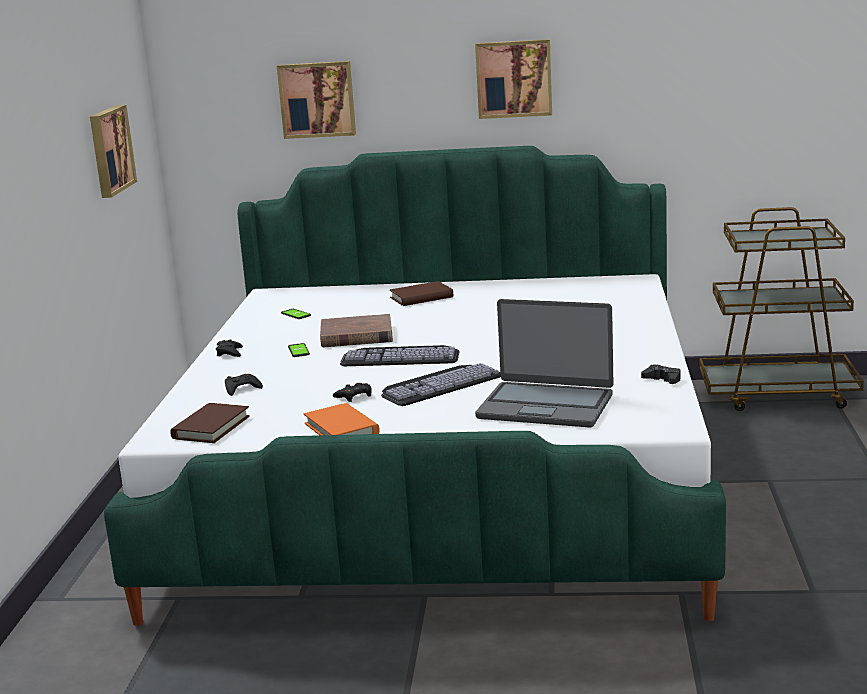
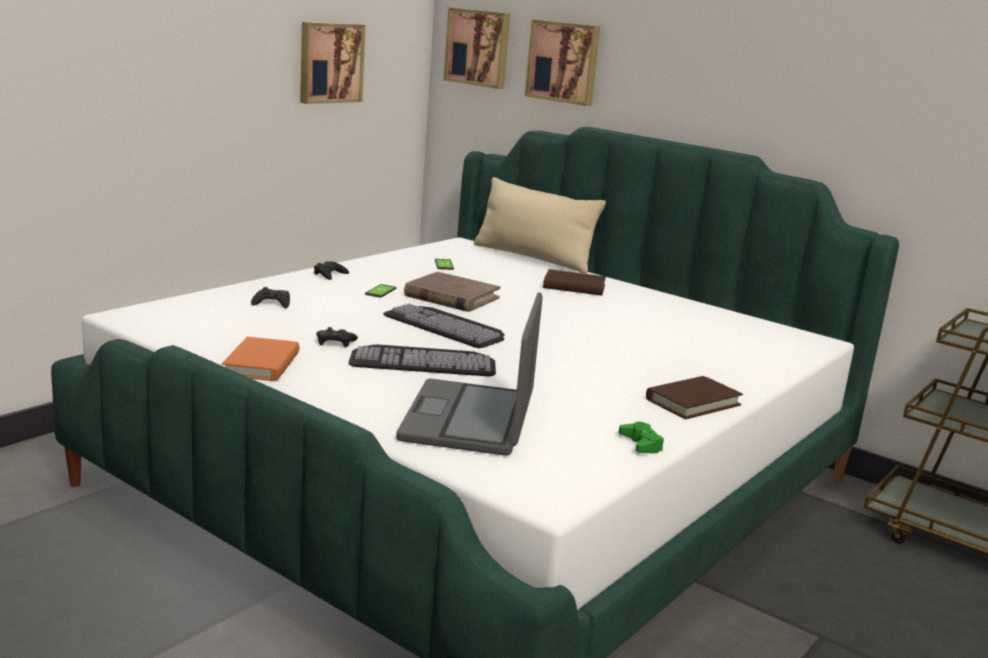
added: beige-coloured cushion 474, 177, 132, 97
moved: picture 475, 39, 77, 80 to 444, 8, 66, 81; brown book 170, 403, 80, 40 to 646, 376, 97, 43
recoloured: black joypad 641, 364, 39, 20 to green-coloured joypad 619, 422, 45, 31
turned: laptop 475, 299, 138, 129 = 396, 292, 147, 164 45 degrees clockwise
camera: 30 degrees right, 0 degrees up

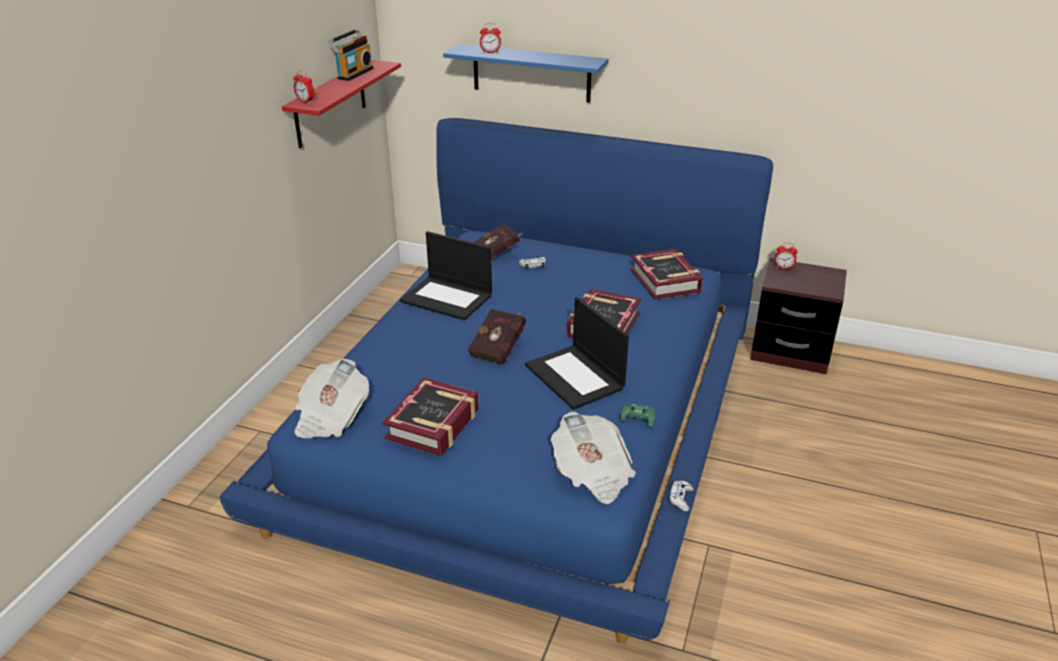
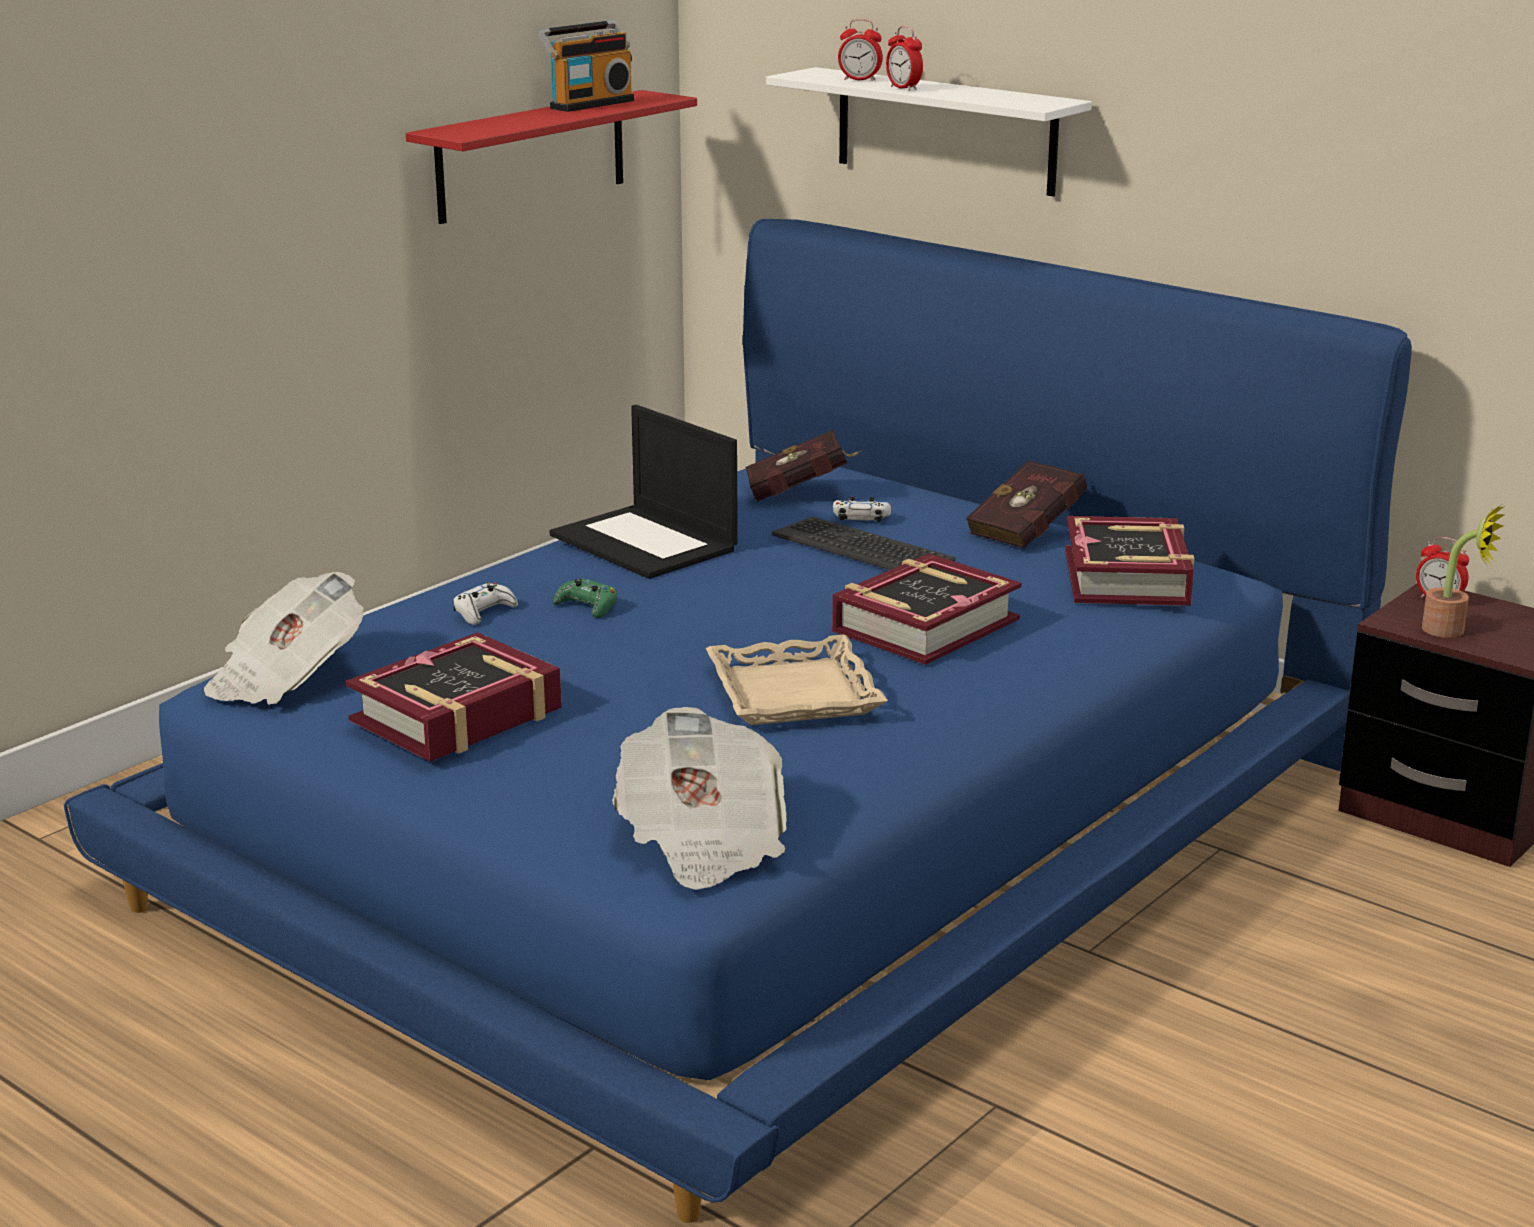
added: plant in a pot 1422, 505, 84, 133; PC keyboard 772, 517, 184, 53
moved: table clock 293, 70, 21, 34 to 886, 26, 37, 65; reddish book 468, 309, 58, 55 to 966, 460, 121, 88; green-coloured joypad 619, 403, 36, 24 to 553, 578, 65, 40; whitish joypad 669, 480, 25, 32 to 453, 582, 65, 43
replaced: laptop 525, 297, 104, 113 to beige-coloured serving tray 706, 634, 182, 91
recoloured: blue shelf 443, 44, 166, 58 to whitish shelf 766, 67, 326, 130
camera: 20 degrees right, 10 degrees down

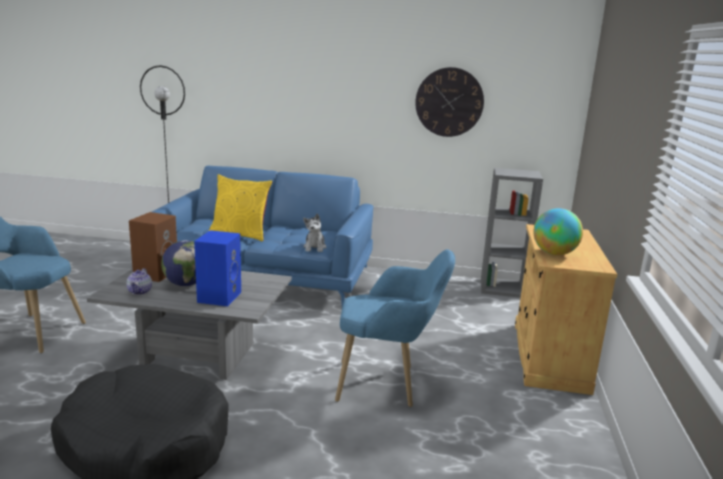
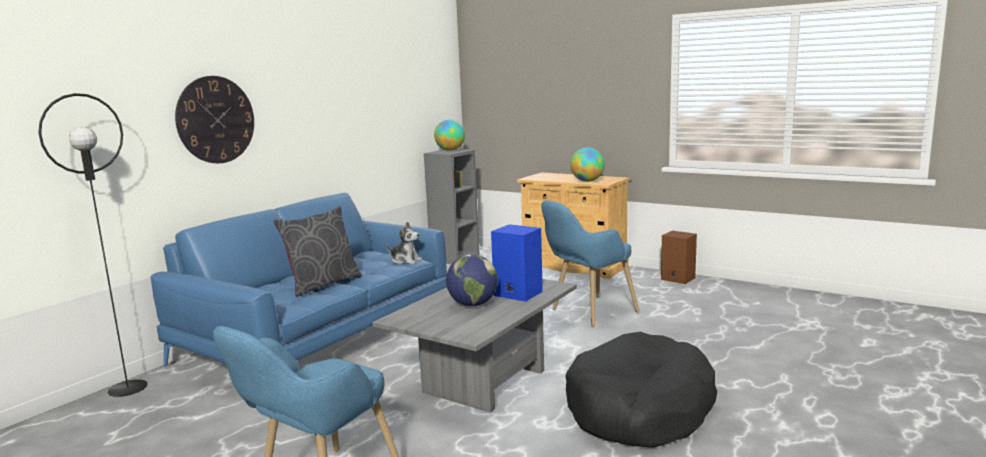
removed: pot for tea 126, 268, 26, 27
added: world globe 434, 120, 31, 31
moved: hanging clock 415, 67, 69, 70 to 175, 76, 79, 87; brown audio speaker 129, 212, 48, 70 to 661, 231, 36, 53
recoloured: yellowish cushion 209, 174, 64, 68 to gray cushion 273, 206, 89, 91
turned: blue easy chair 335, 249, 120, 158 = 541, 200, 98, 127 150 degrees counterclockwise
camera: 65 degrees left, 5 degrees down

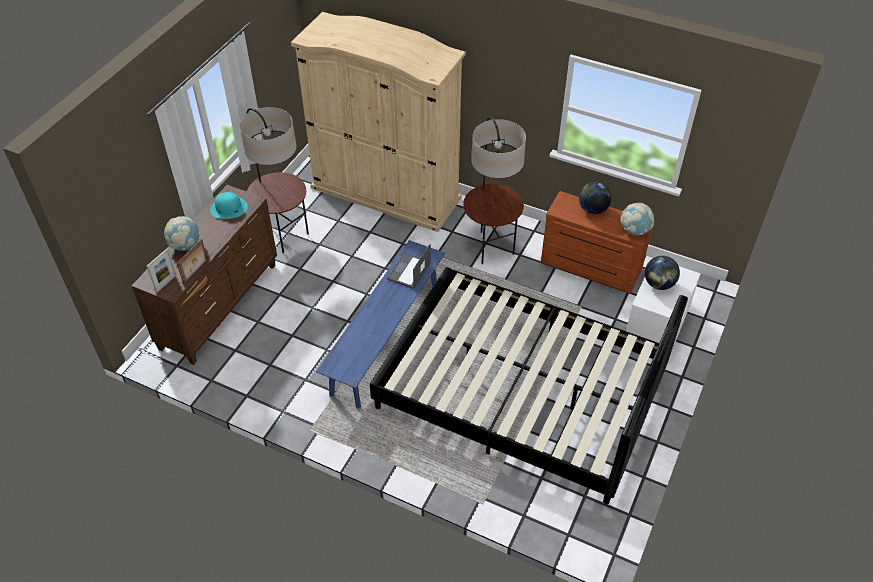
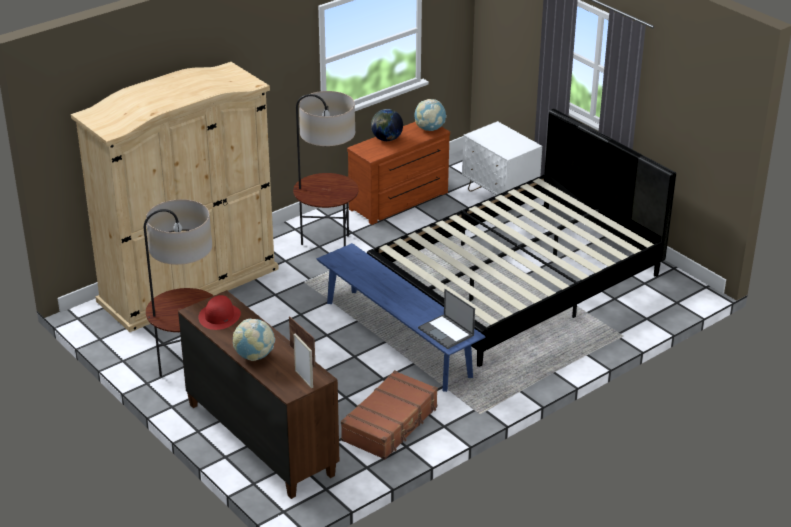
removed: world globe 645, 256, 35, 34
added: brown travel case 341, 370, 97, 90
moved: laptop 387, 244, 44, 45 to 418, 289, 57, 60
recoloured: blue-green hat 210, 192, 38, 27 to reddish hat 198, 295, 43, 35
camera: 65 degrees left, 15 degrees down

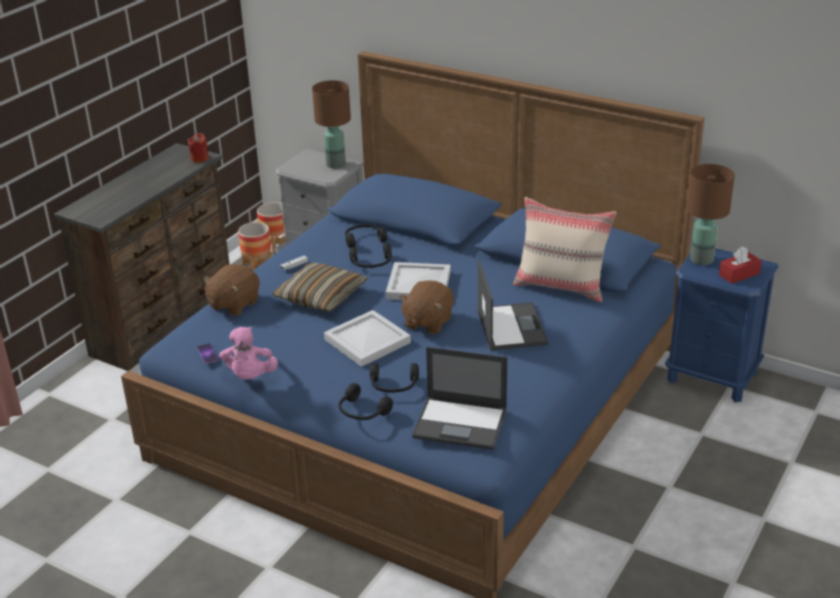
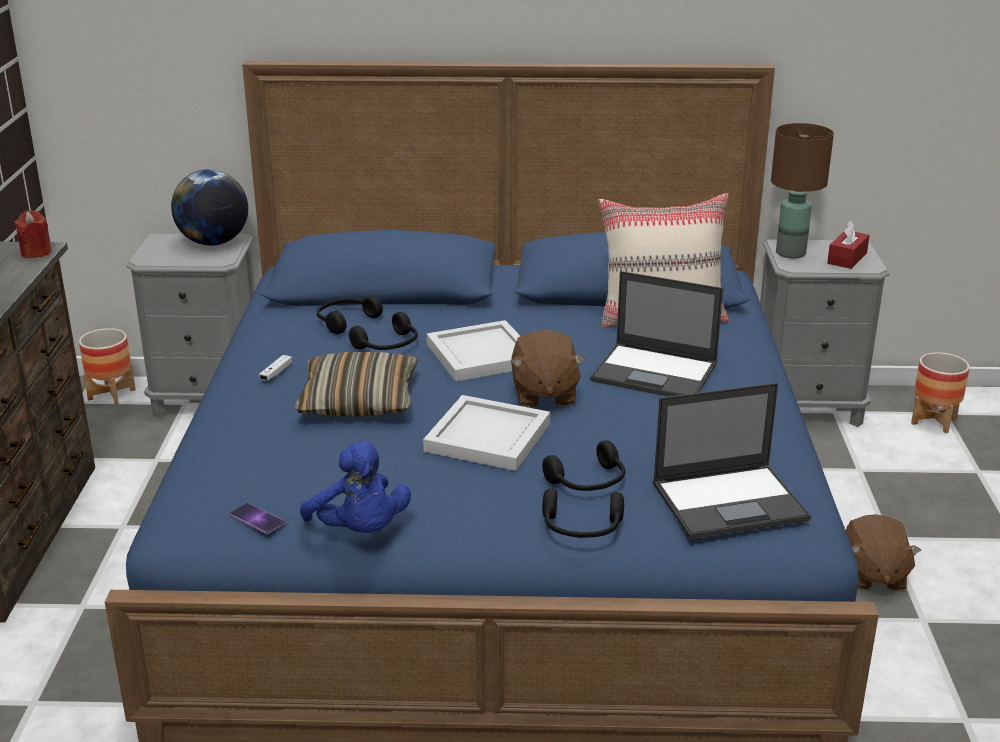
moved: planter 238, 222, 34, 49 to 911, 352, 59, 81; brown cuddly toy 203, 264, 57, 52 to 846, 514, 75, 77
replaced: brown tabletop lamp 312, 80, 39, 88 to world globe 171, 169, 77, 77
recoloured: blue bedside table 665, 248, 114, 155 to gray bedside table 760, 239, 130, 188; pink-coloured cuddly toy 219, 327, 59, 53 to blue cuddly toy 300, 441, 111, 92
turned: laptop 477, 260, 72, 90 = 590, 271, 133, 126 150 degrees clockwise
camera: 30 degrees left, 5 degrees down

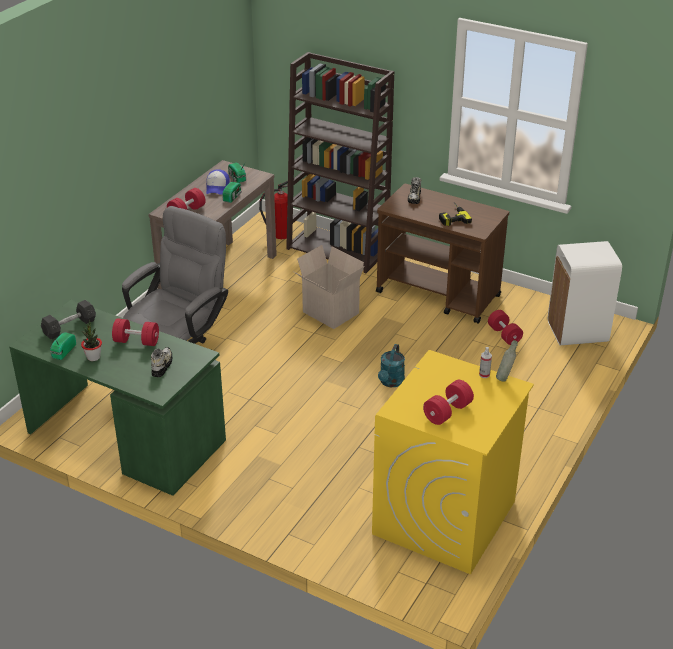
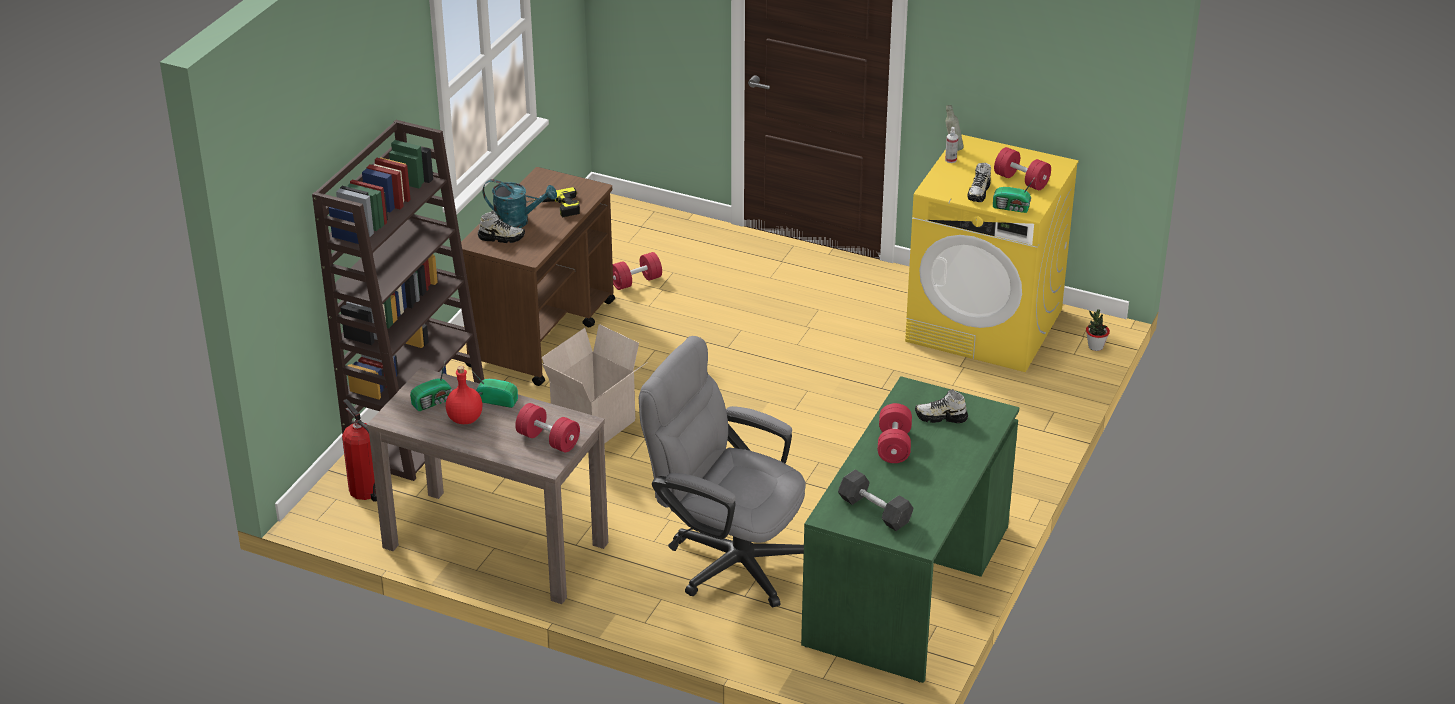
removed: whitish waste bin 548, 241, 74, 104
added: low shoe 967, 163, 24, 39
moved: plant in a pot 81, 320, 21, 41 to 1086, 309, 24, 42; radio set 50, 332, 26, 28 to 993, 177, 42, 36; blue-green watering can 378, 344, 27, 43 to 483, 179, 74, 49
replaced: peaked cap 206, 169, 24, 26 to reddish drink bottle 446, 366, 37, 58
camera: 95 degrees left, 0 degrees up

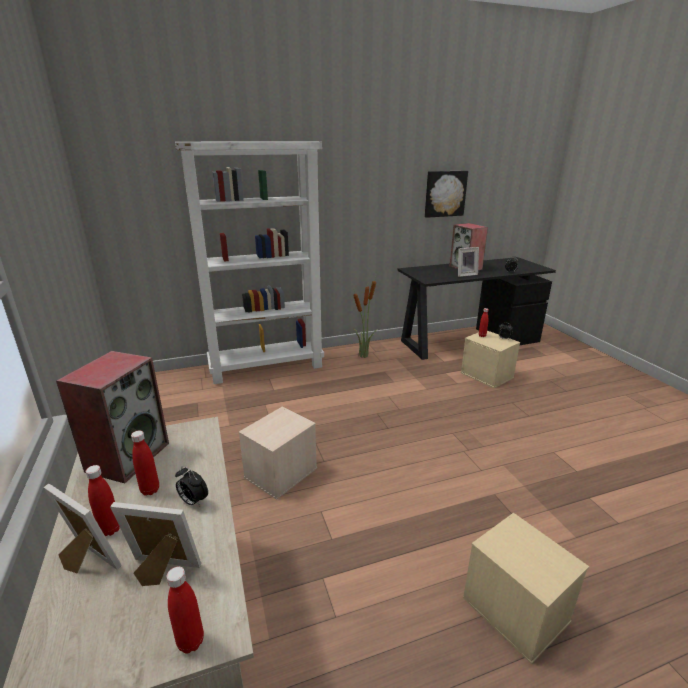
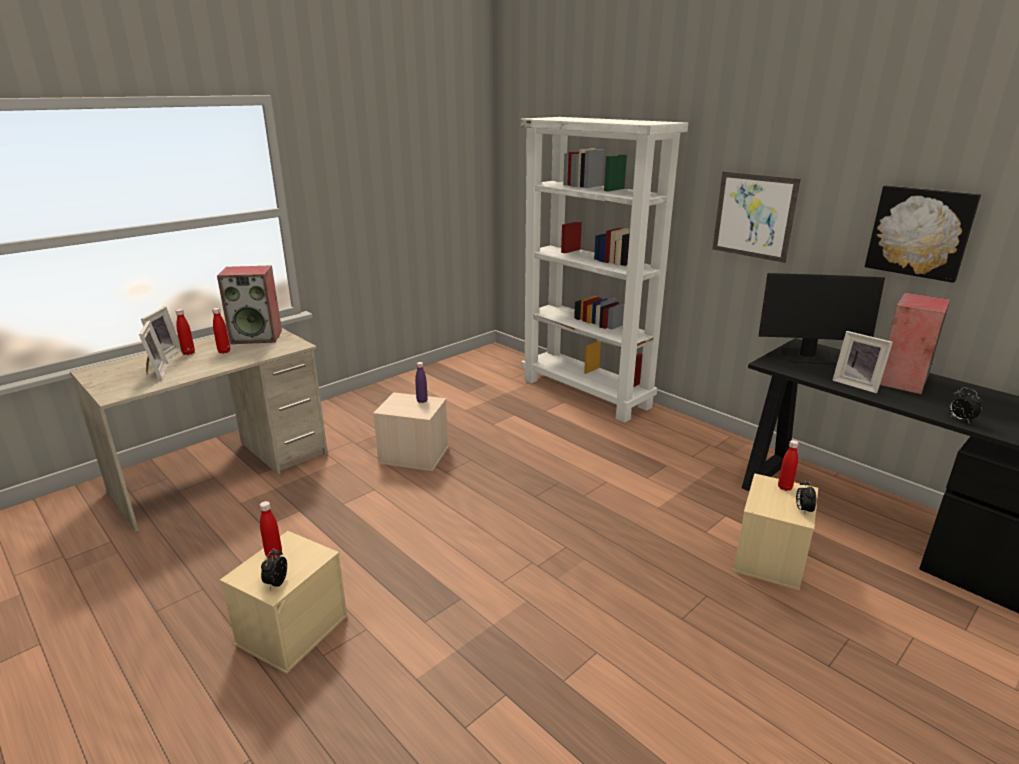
removed: plant in a pot 353, 281, 25, 77
added: picture 712, 171, 89, 92; computer display 759, 273, 126, 92; purplish drink bottle 415, 362, 13, 41
moved: table clock 175, 466, 33, 41 to 261, 548, 26, 42; reddish drink bottle 167, 567, 37, 87 to 259, 501, 23, 57
camera: 65 degrees right, 0 degrees up

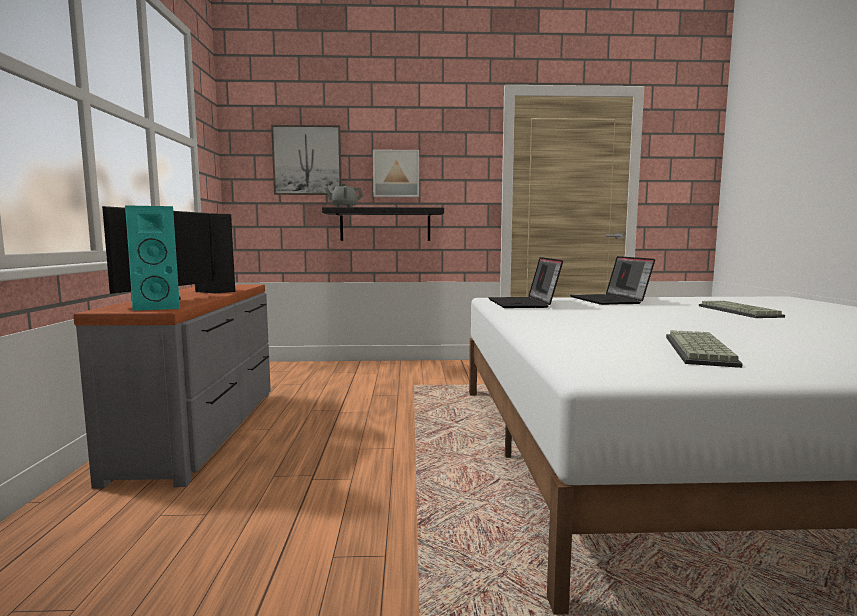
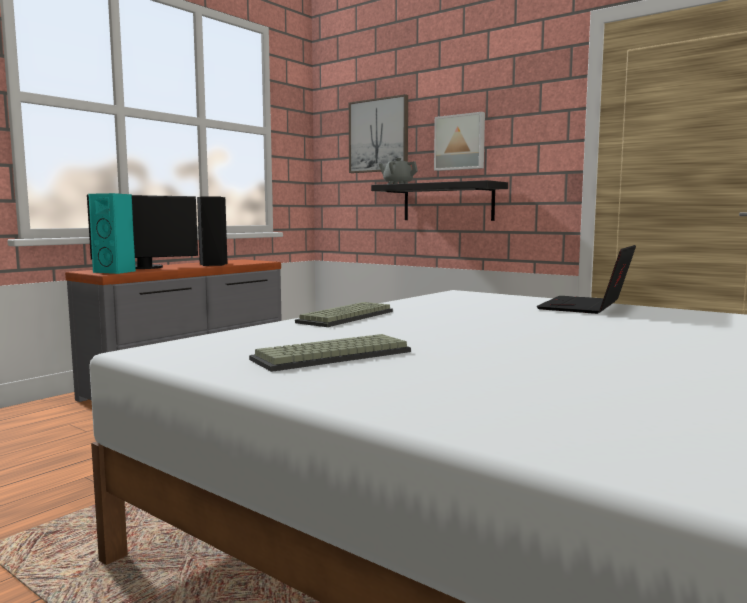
removed: laptop 489, 257, 74, 51
moved: PC keyboard 699, 301, 86, 17 to 295, 302, 98, 25
camera: 40 degrees right, 0 degrees up

